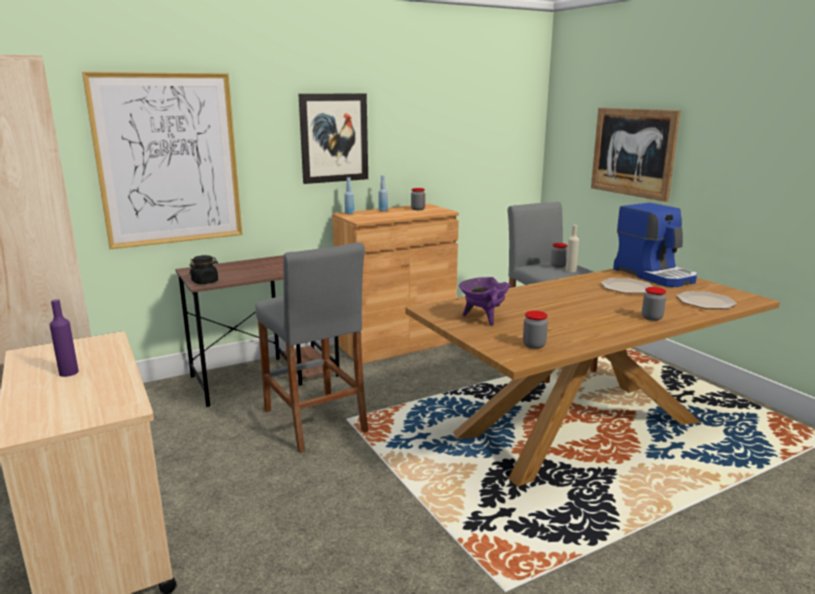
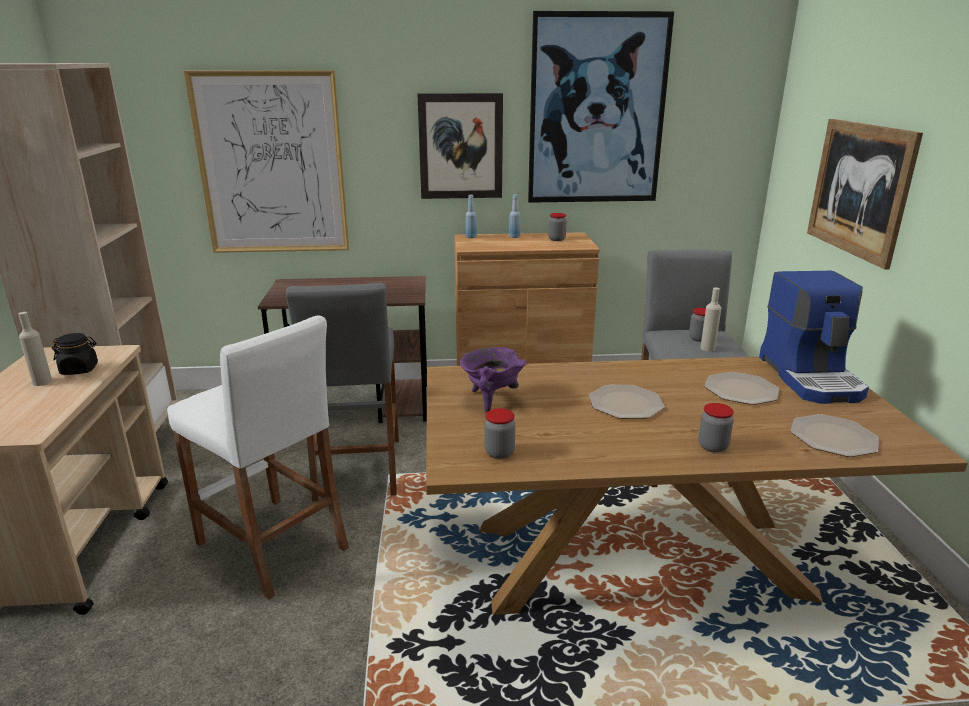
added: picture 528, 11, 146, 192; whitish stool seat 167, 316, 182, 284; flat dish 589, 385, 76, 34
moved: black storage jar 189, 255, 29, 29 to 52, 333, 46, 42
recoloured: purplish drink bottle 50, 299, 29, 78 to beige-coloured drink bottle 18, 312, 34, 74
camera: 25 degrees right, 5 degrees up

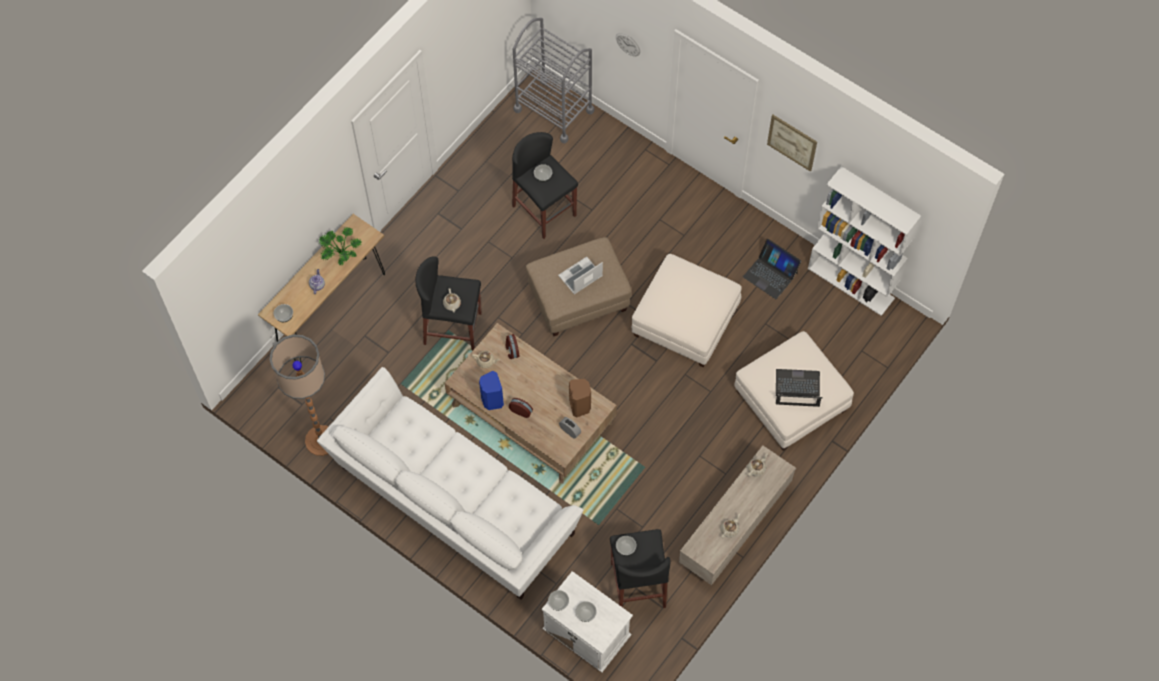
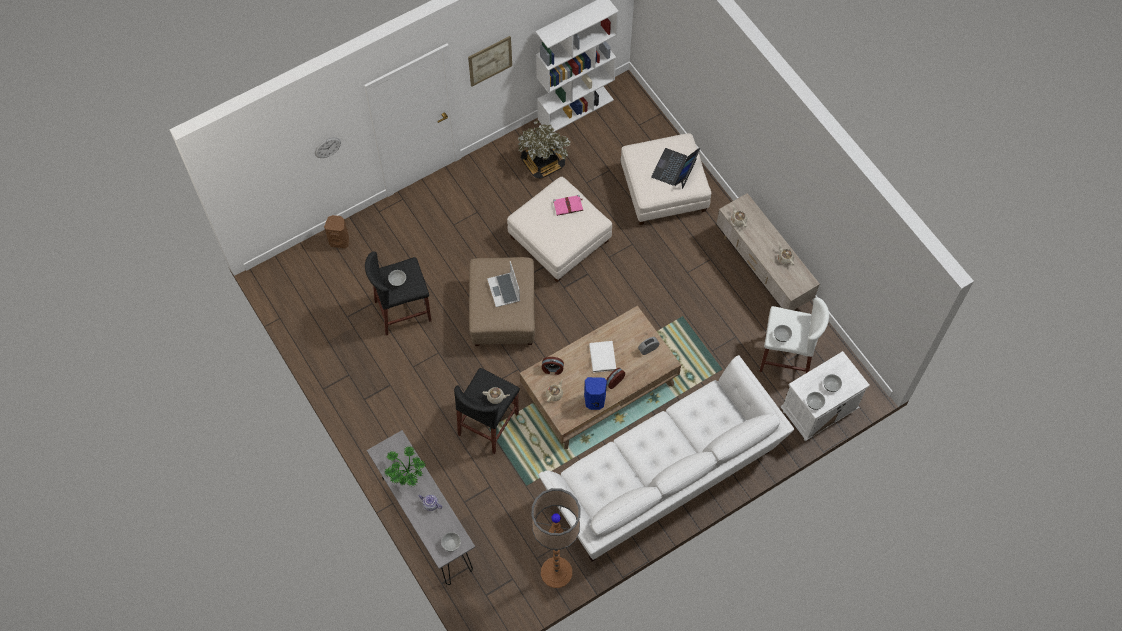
removed: gray trolley 513, 18, 81, 125
added: pink-coloured book 553, 195, 30, 21; whitish book 589, 341, 27, 32
moved: brown audio speaker 569, 379, 22, 38 to 324, 215, 25, 34
replaced: laptop 743, 239, 58, 60 to plant in a pot 518, 121, 52, 57
recoloured: brown hall table 258, 214, 127, 148 to gray hall table 367, 430, 108, 155; black stool seat 610, 529, 61, 79 to whitish stool seat 759, 298, 70, 75
camera: 70 degrees left, 0 degrees up

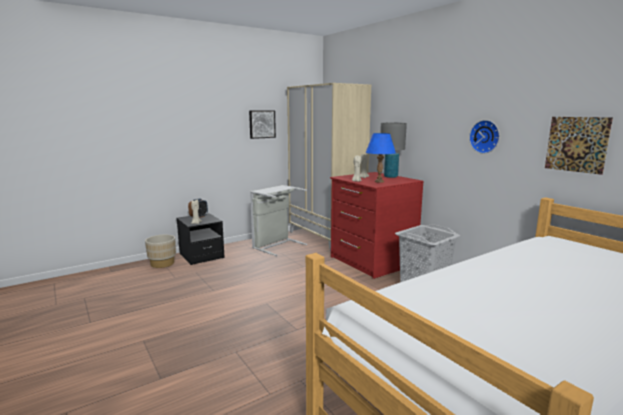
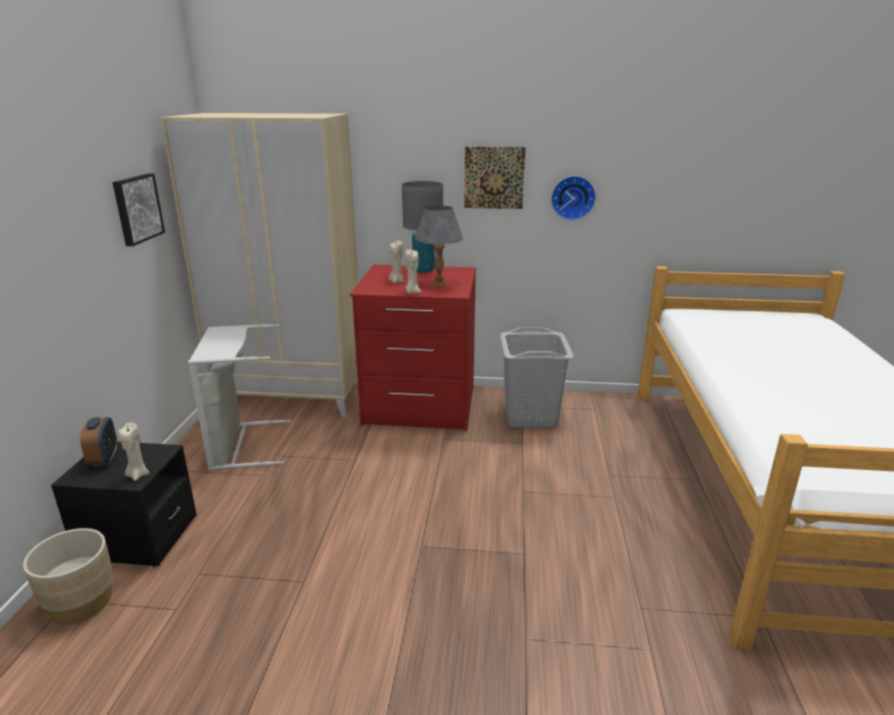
moved: picture 545, 117, 68, 58 to 464, 147, 62, 62
recoloured: blue tabletop lamp 366, 133, 30, 50 to gray tabletop lamp 415, 205, 48, 82
camera: 50 degrees left, 10 degrees up

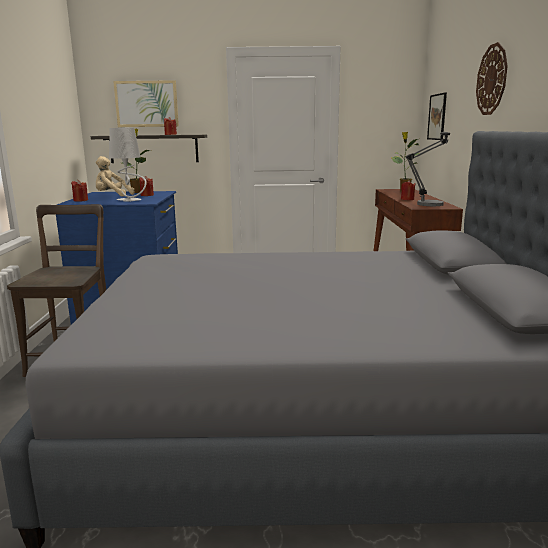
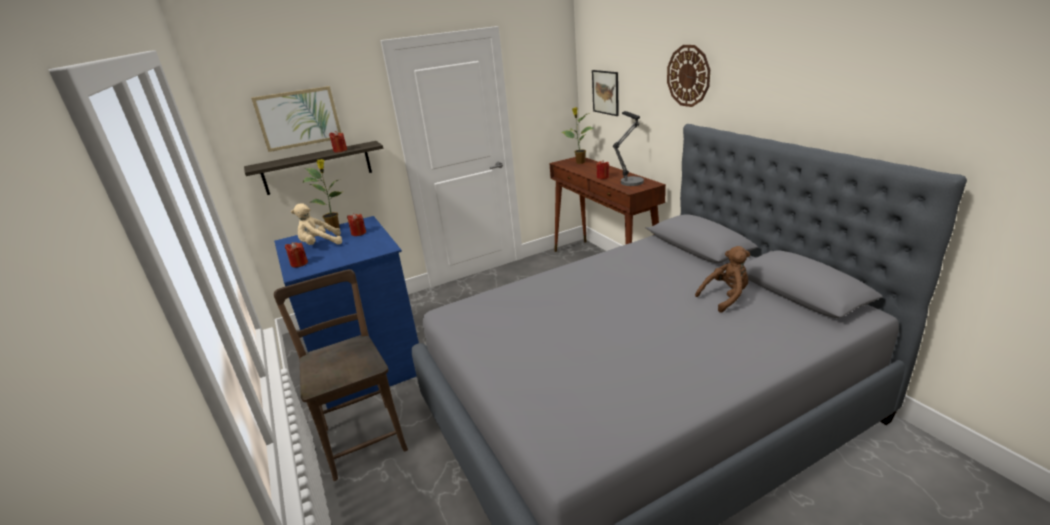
removed: gray tabletop lamp 109, 128, 38, 74
added: brown cuddly toy 695, 246, 55, 67
camera: 25 degrees left, 10 degrees up

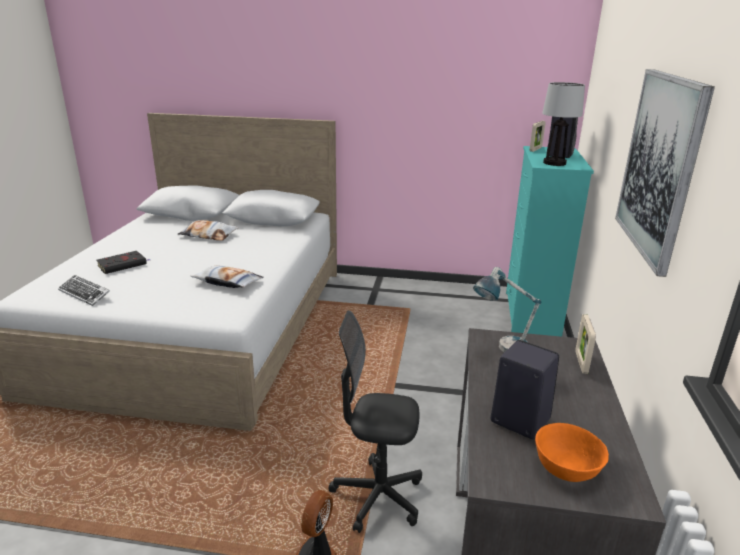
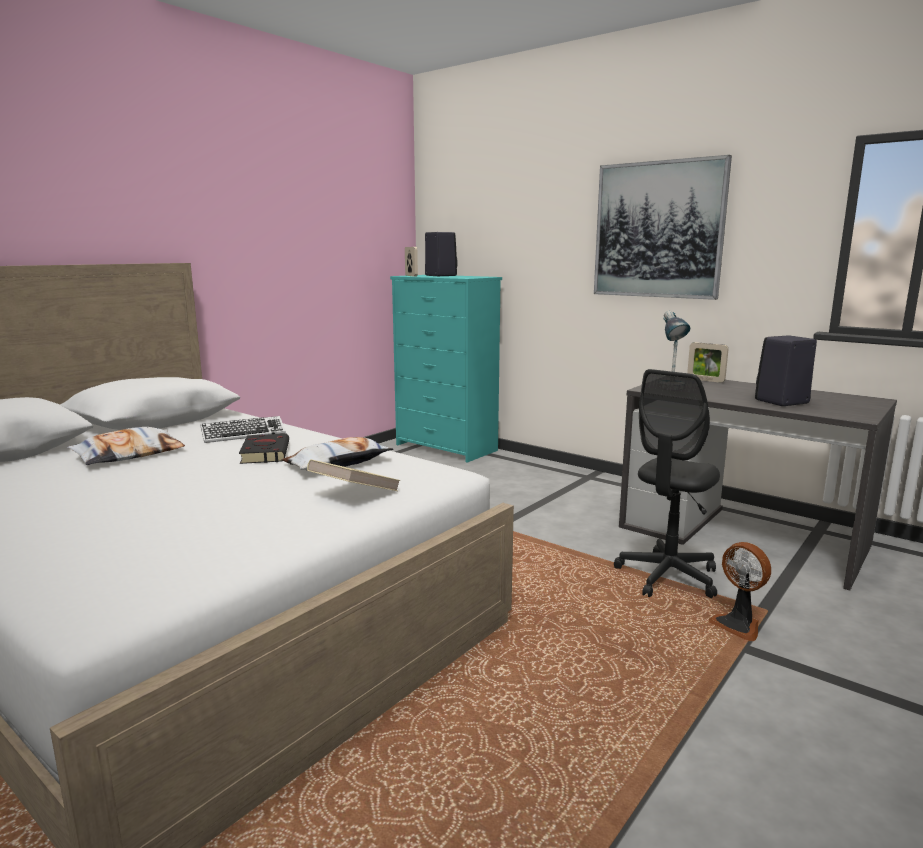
removed: tabletop lamp 542, 82, 43, 84; orange-coloured deep dish 535, 423, 74, 59
added: beige-coloured book 307, 459, 94, 32
moved: black book 97, 251, 53, 23 to 239, 434, 50, 30; PC keyboard 58, 275, 52, 31 to 200, 416, 86, 27
camera: 60 degrees left, 10 degrees down

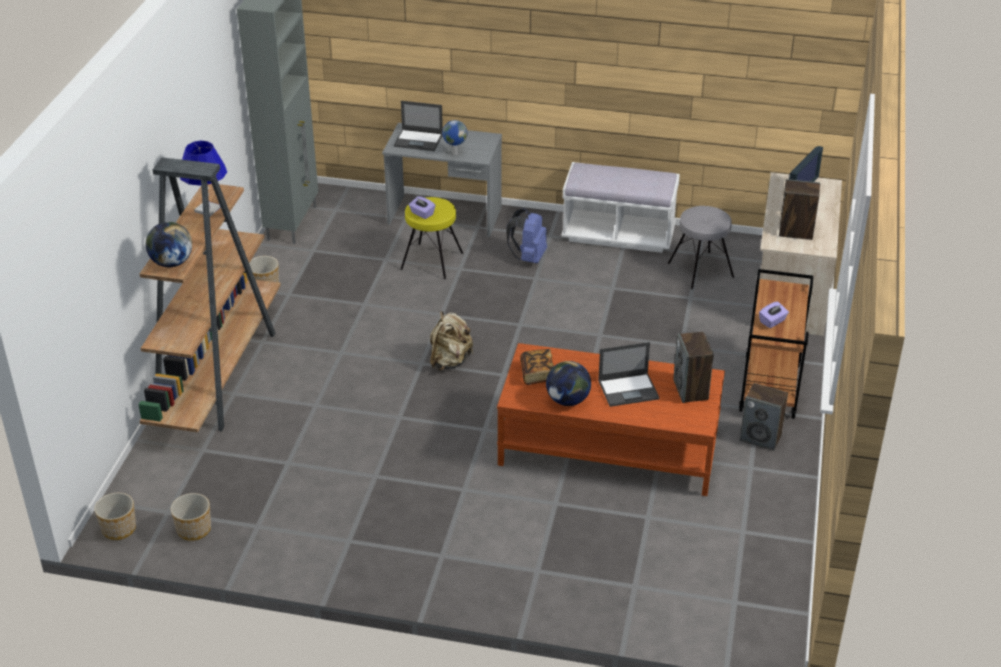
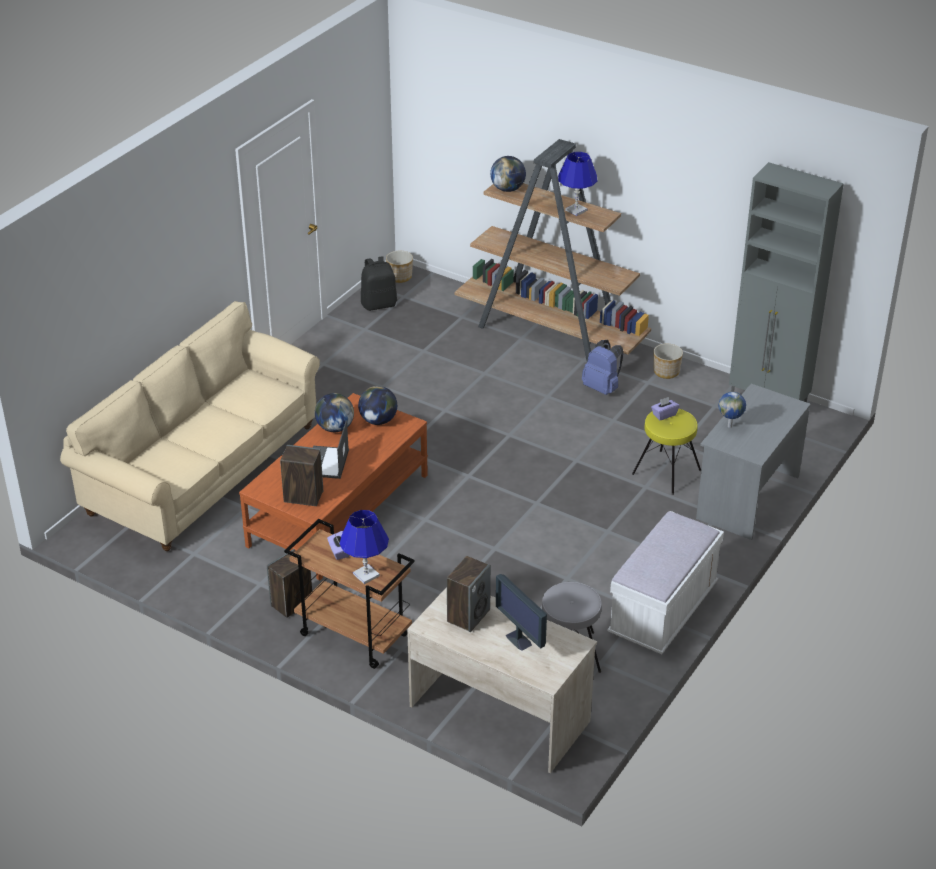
removed: laptop 394, 101, 49, 50; beige-coloured knapsack 430, 311, 43, 60
added: beige-coloured settee 60, 301, 260, 250; blue tabletop lamp 340, 510, 49, 74
moved: blue knapsack 507, 208, 40, 56 to 582, 340, 41, 55
replaced: book 520, 349, 34, 36 to world globe 358, 386, 39, 39; planter 171, 493, 40, 48 to black knapsack 361, 256, 36, 55
camera: 110 degrees right, 0 degrees up

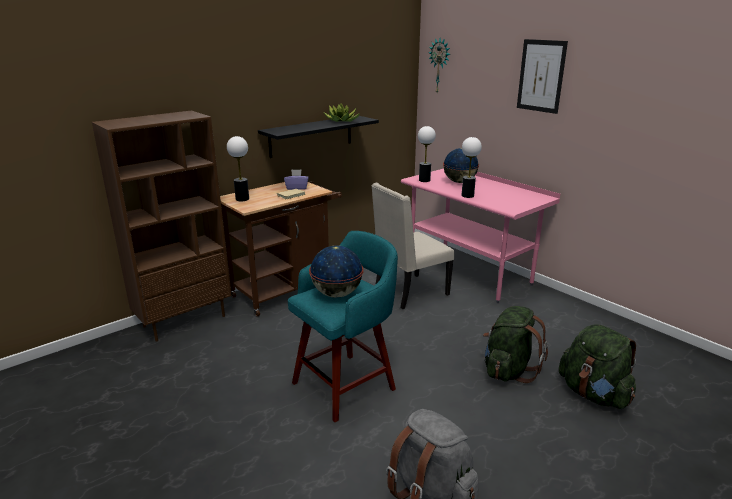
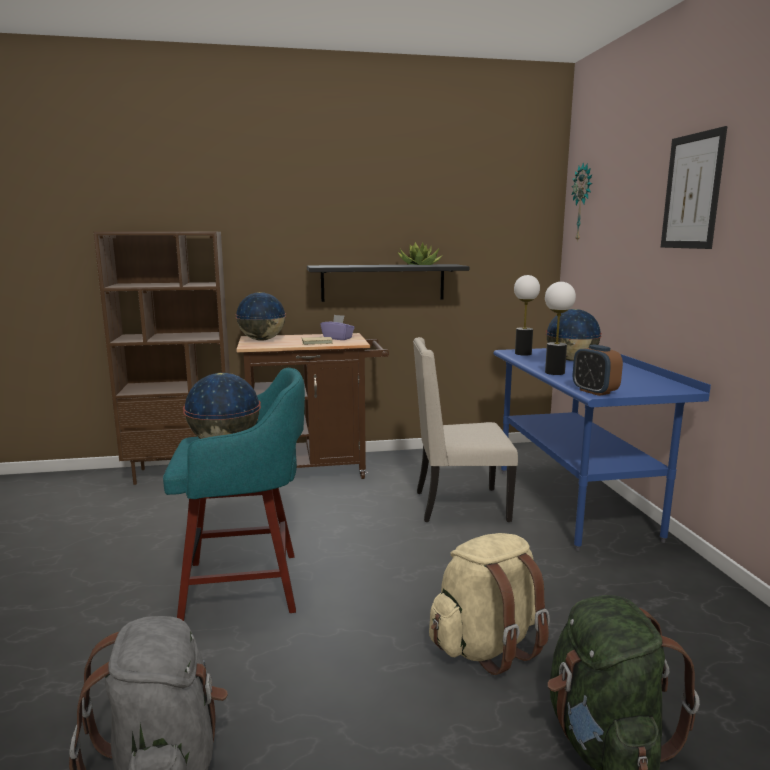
added: table clock 573, 344, 50, 52
replaced: tabletop lamp 227, 136, 22, 66 to world globe 235, 292, 51, 49
recoloured: pink-coloured desk 401, 169, 159, 134 to blue desk 494, 348, 217, 203; green-coloured knapsack 483, 306, 65, 77 to beige-coloured knapsack 429, 533, 121, 142
camera: 30 degrees right, 10 degrees down

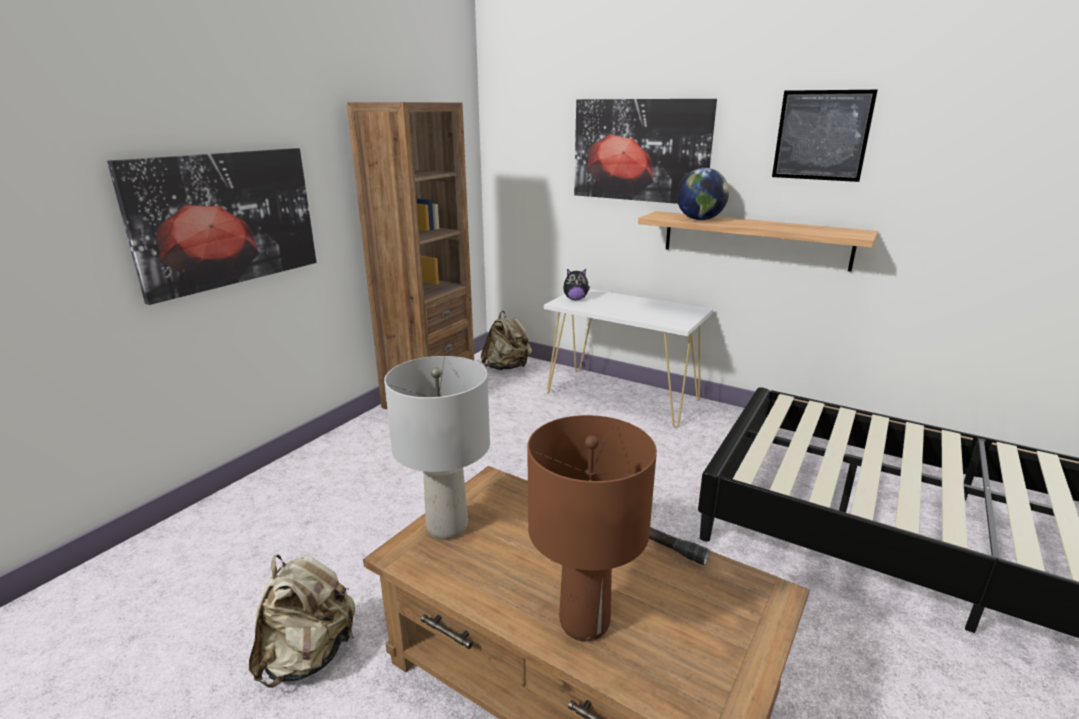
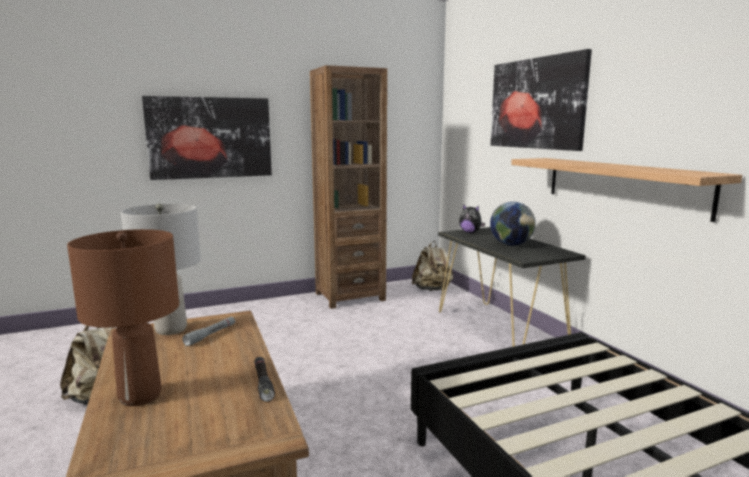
removed: picture 772, 90, 106, 92
added: gray torch 182, 317, 53, 29
moved: world globe 677, 168, 52, 52 to 490, 202, 46, 43
recoloured: whitish hall table 544, 289, 169, 139 to black hall table 438, 227, 148, 120
camera: 35 degrees right, 10 degrees down

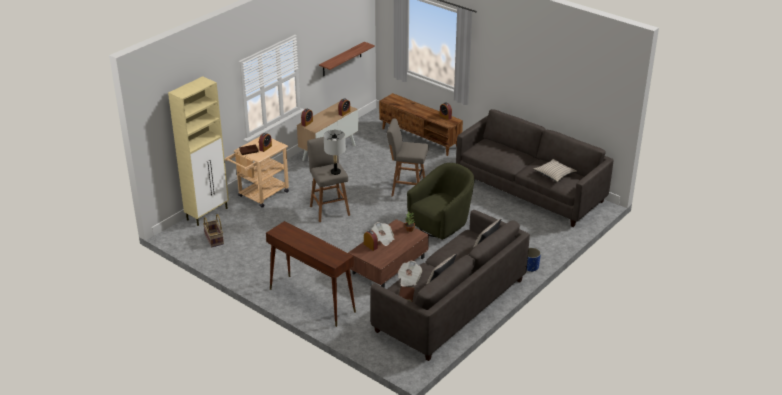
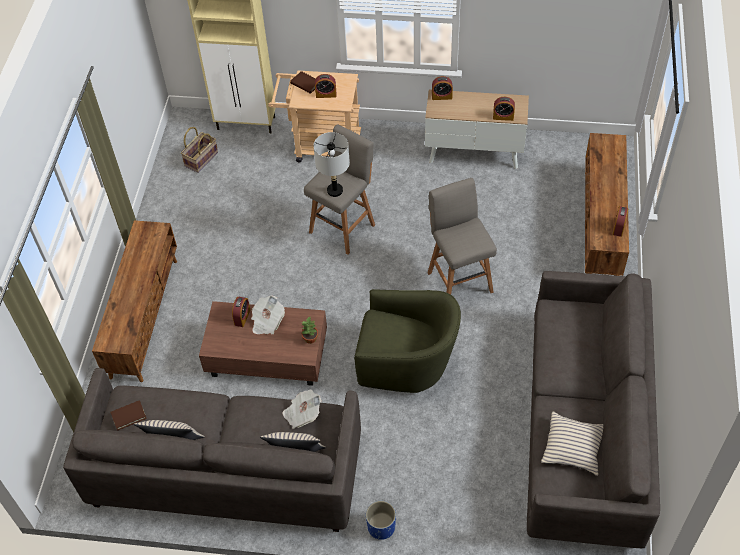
removed: shelf 319, 42, 56, 34
moved: printed paper 398, 261, 24, 26 to 282, 390, 40, 39
replaced: brown hall table 266, 221, 90, 106 to brown media console 92, 220, 85, 162
camera: 60 degrees right, 20 degrees up

